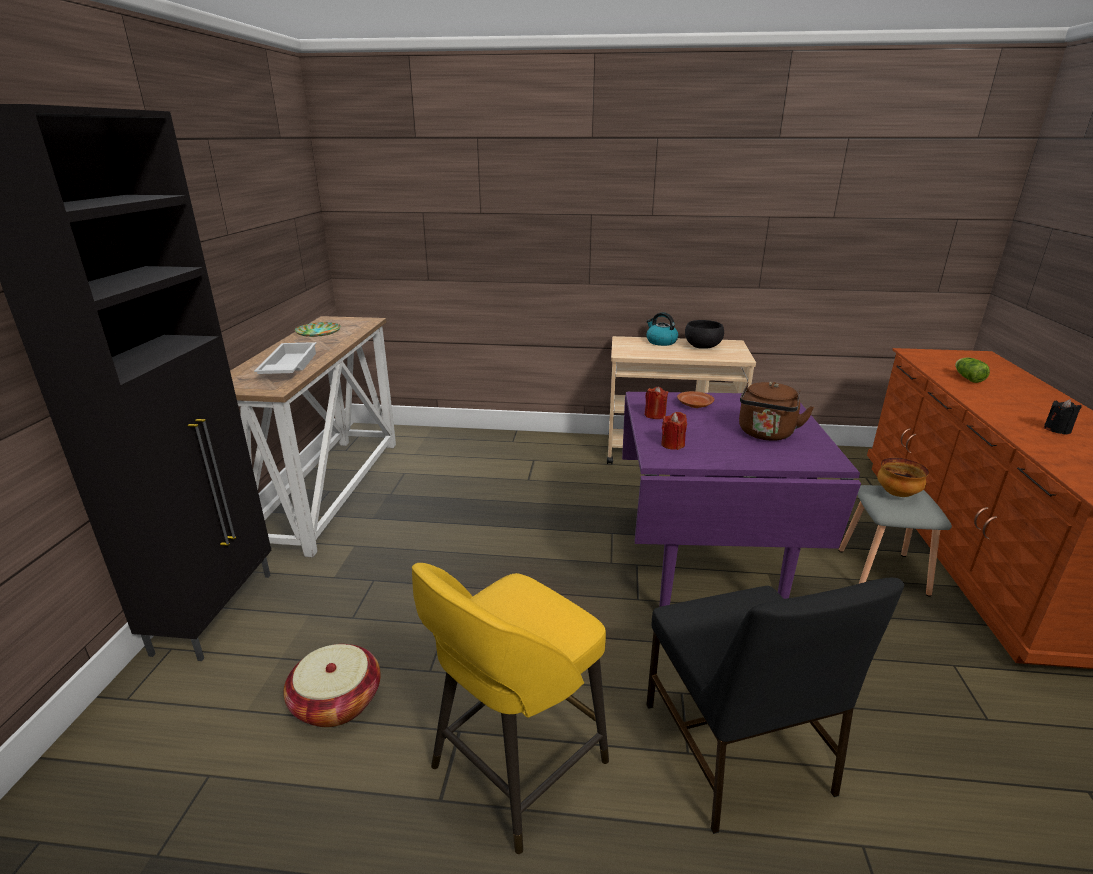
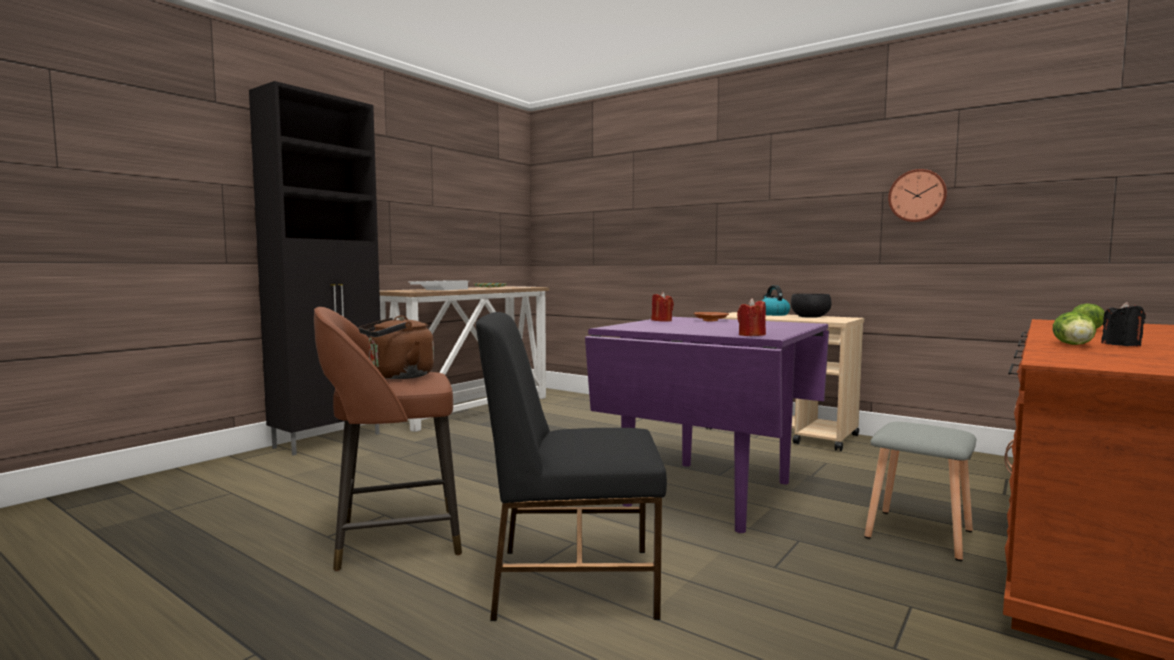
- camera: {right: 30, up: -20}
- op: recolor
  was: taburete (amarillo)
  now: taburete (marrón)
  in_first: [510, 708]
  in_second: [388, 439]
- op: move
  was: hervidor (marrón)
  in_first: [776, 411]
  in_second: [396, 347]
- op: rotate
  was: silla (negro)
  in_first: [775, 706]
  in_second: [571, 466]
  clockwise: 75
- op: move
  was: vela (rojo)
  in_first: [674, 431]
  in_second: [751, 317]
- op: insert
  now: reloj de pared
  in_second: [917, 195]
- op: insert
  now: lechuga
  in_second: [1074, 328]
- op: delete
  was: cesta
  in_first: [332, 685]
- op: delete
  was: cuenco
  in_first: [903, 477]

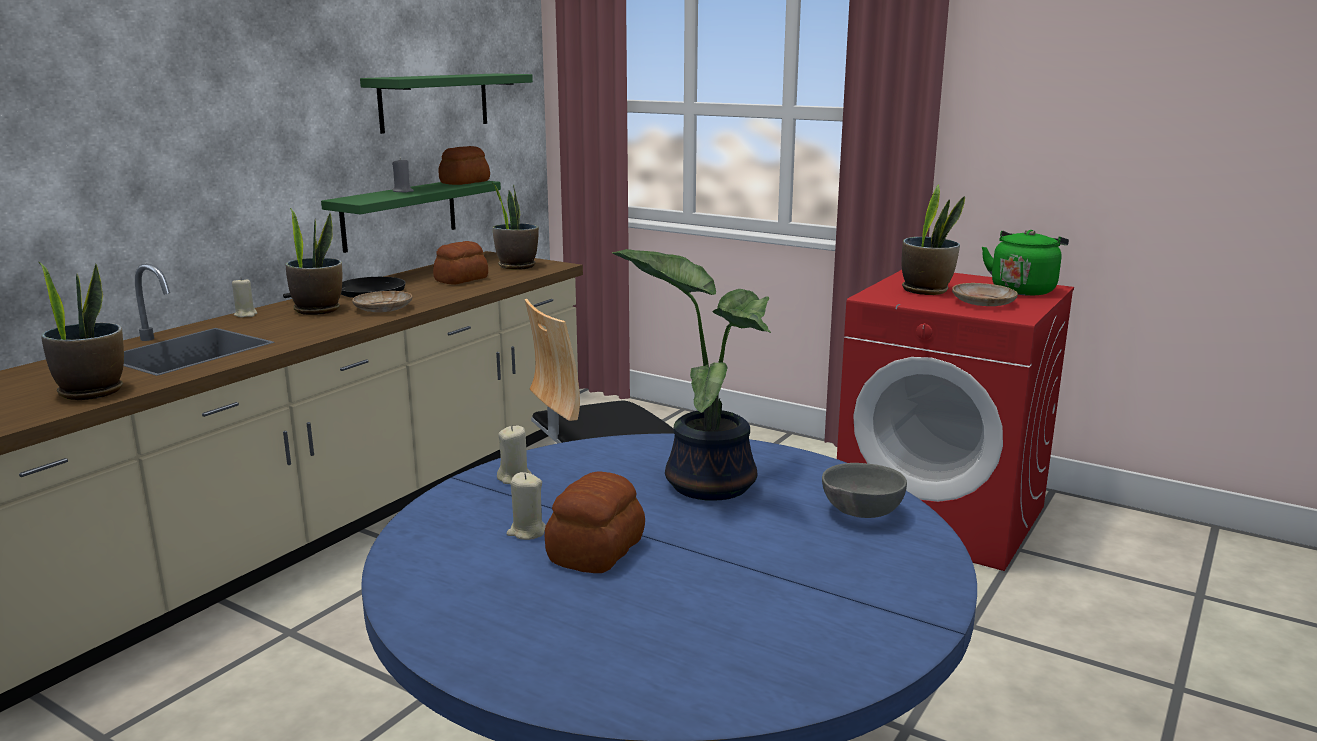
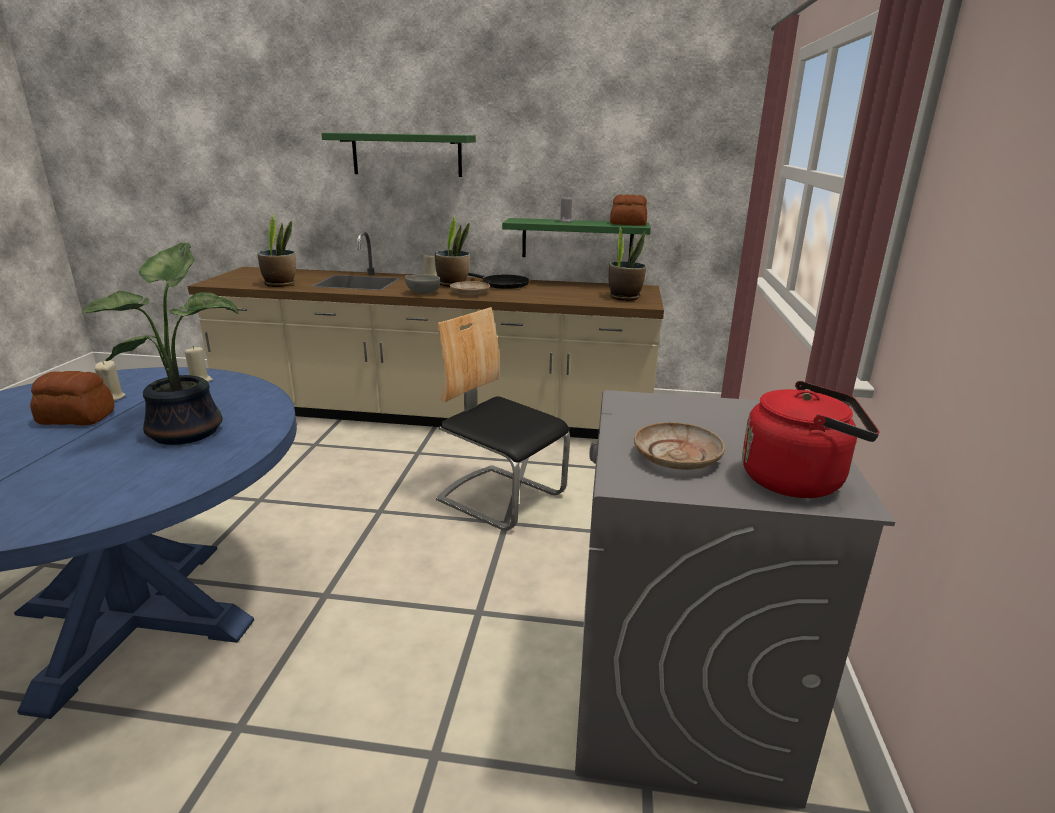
- camera: {right: 65, up: 5}
- op: move
  was: estante (verde)
  in_first: [446, 103]
  in_second: [398, 155]
- op: move
  was: cuenco (gris)
  in_first: [864, 490]
  in_second: [422, 284]
- op: recolor
  was: lavadora (rojo)
  now: lavadora (gris)
  in_first: [955, 420]
  in_second: [735, 599]
- op: recolor
  was: hervidor (verde)
  now: hervidor (rojo)
  in_first: [1025, 263]
  in_second: [810, 439]
- op: delete
  was: pan
  in_first: [460, 263]
- op: delete
  was: planta en maceta
  in_first: [933, 239]

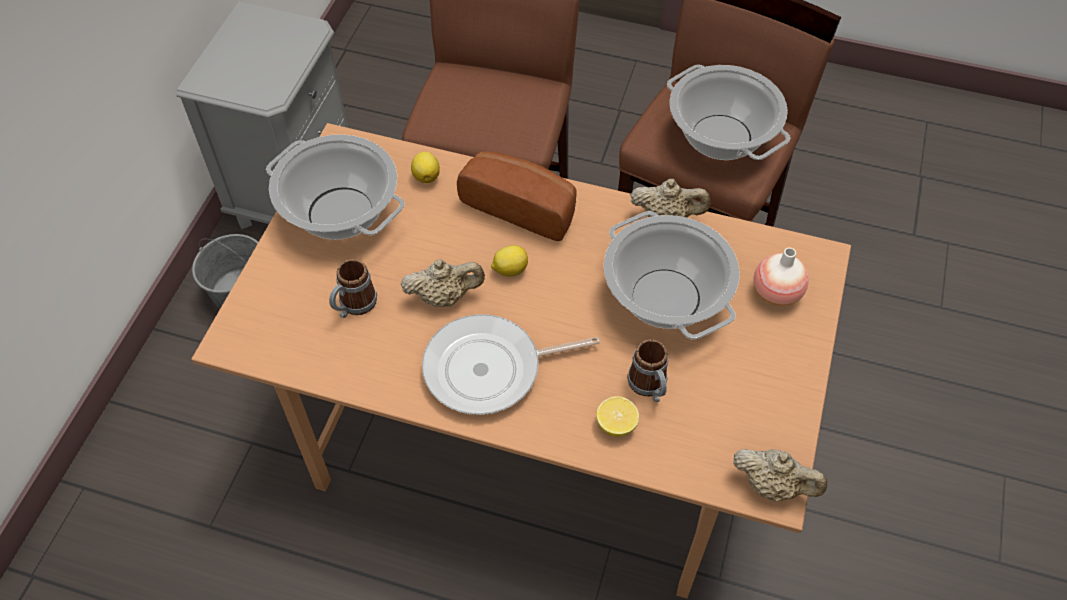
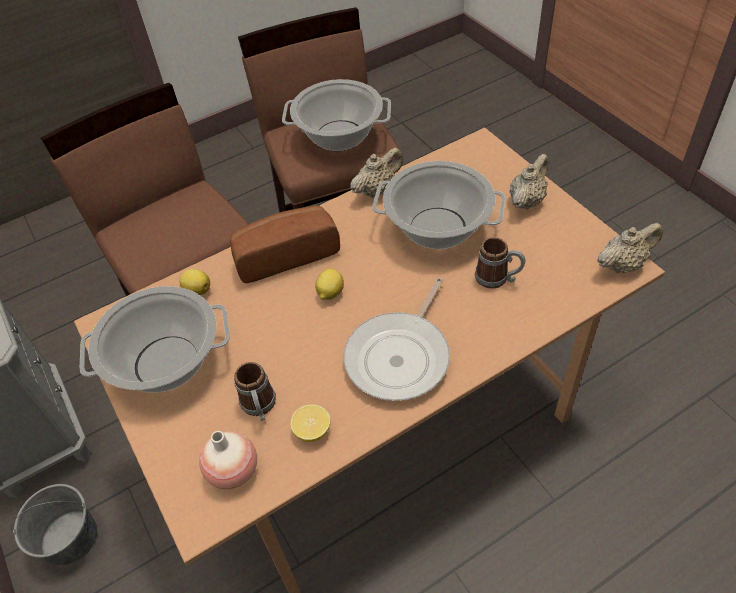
- camera: {right: -45, up: -5}
- op: move
  was: florero
  in_first: [781, 277]
  in_second: [228, 460]
- op: move
  was: limón
  in_first: [618, 416]
  in_second: [310, 423]
- op: move
  was: tetera (beis)
  in_first: [442, 283]
  in_second: [529, 181]

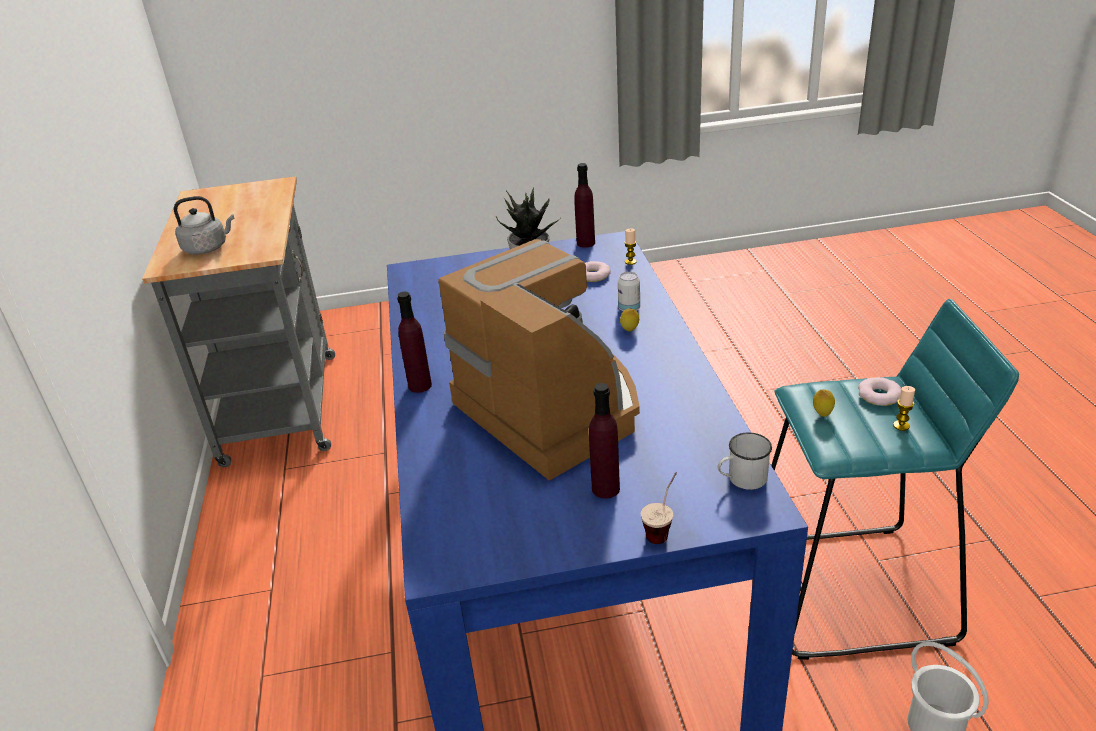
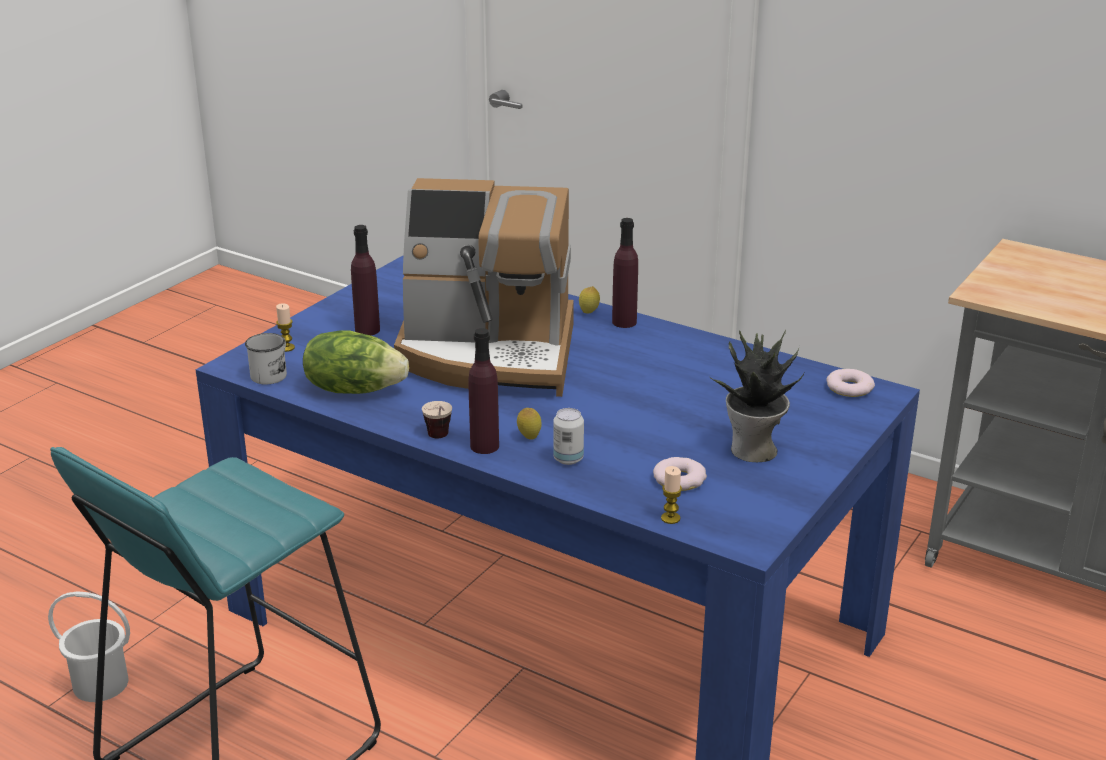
- camera: {right: 130, up: -5}
- op: move
  was: vela
  in_first: [904, 408]
  in_second: [285, 327]
- op: insert
  now: lechuga
  in_second: [356, 362]
- op: move
  was: taza
  in_first: [659, 508]
  in_second: [437, 419]
- op: move
  was: botella (morado)
  in_first: [584, 205]
  in_second: [484, 391]
- op: move
  was: limón
  in_first: [824, 403]
  in_second: [589, 300]
- op: move
  was: rosquilla
  in_first: [879, 391]
  in_second: [850, 383]
- op: delete
  was: hervidor (gris)
  in_first: [204, 225]

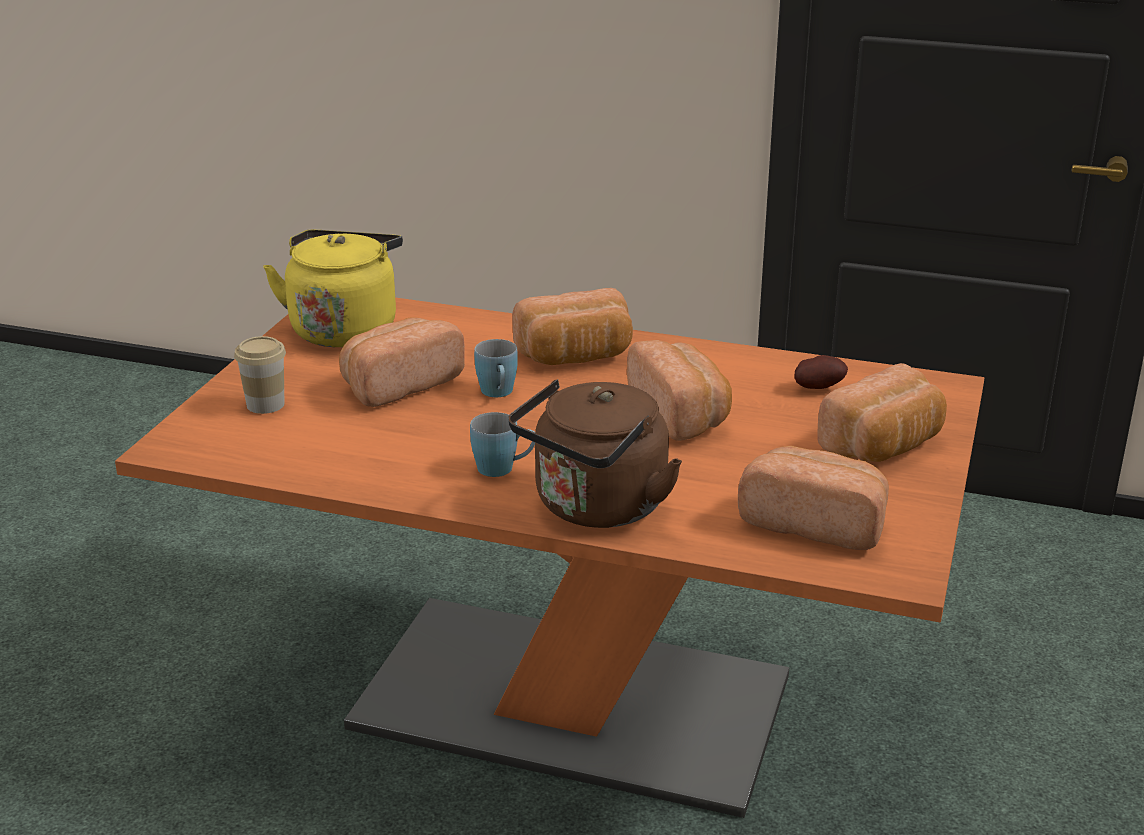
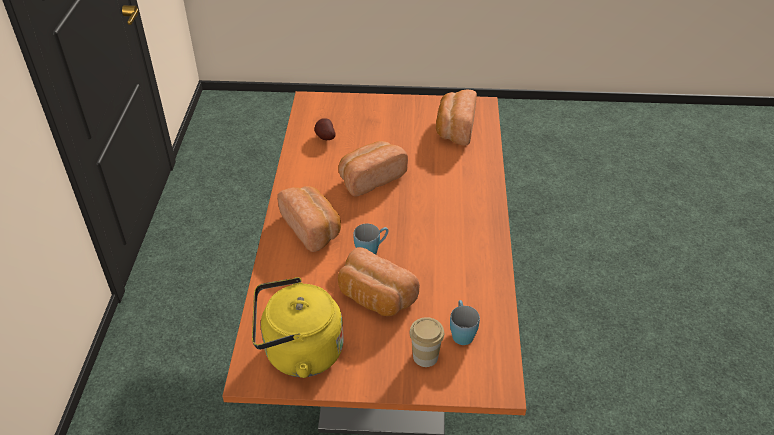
- camera: {right: -105, up: 15}
- op: move
  was: taza grande (azul)
  in_first: [502, 444]
  in_second: [465, 322]
- op: delete
  was: hervidor (marrón)
  in_first: [595, 453]
- op: delete
  was: pan
  in_first: [882, 412]

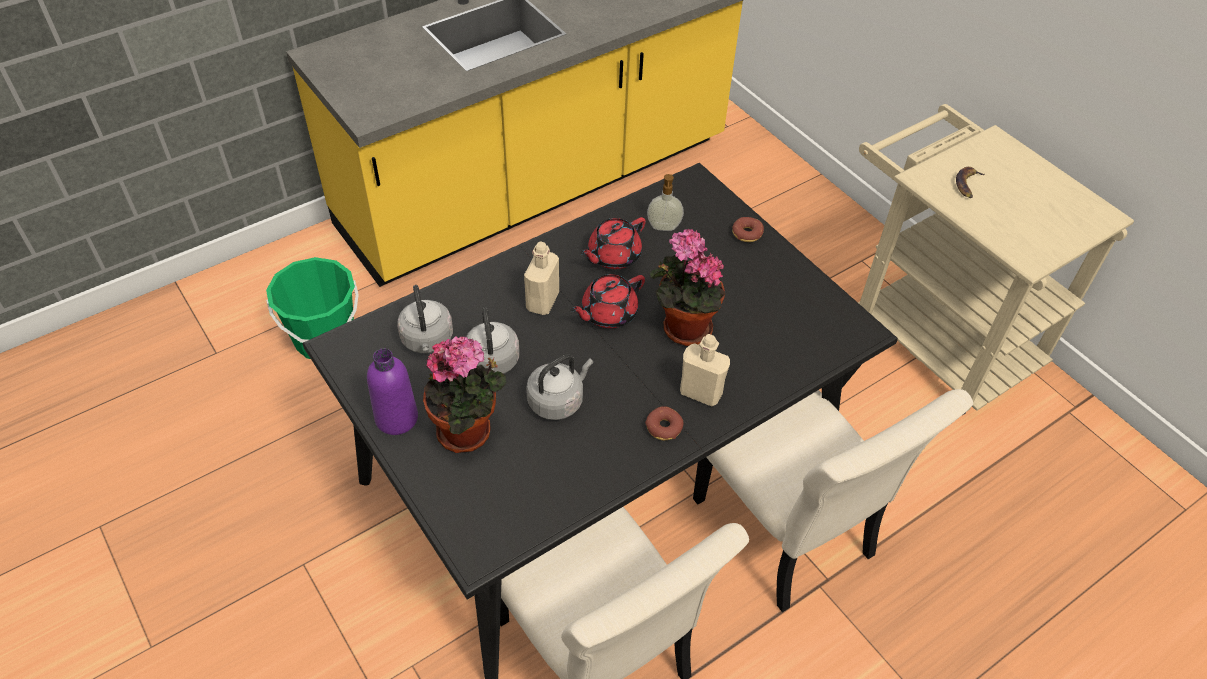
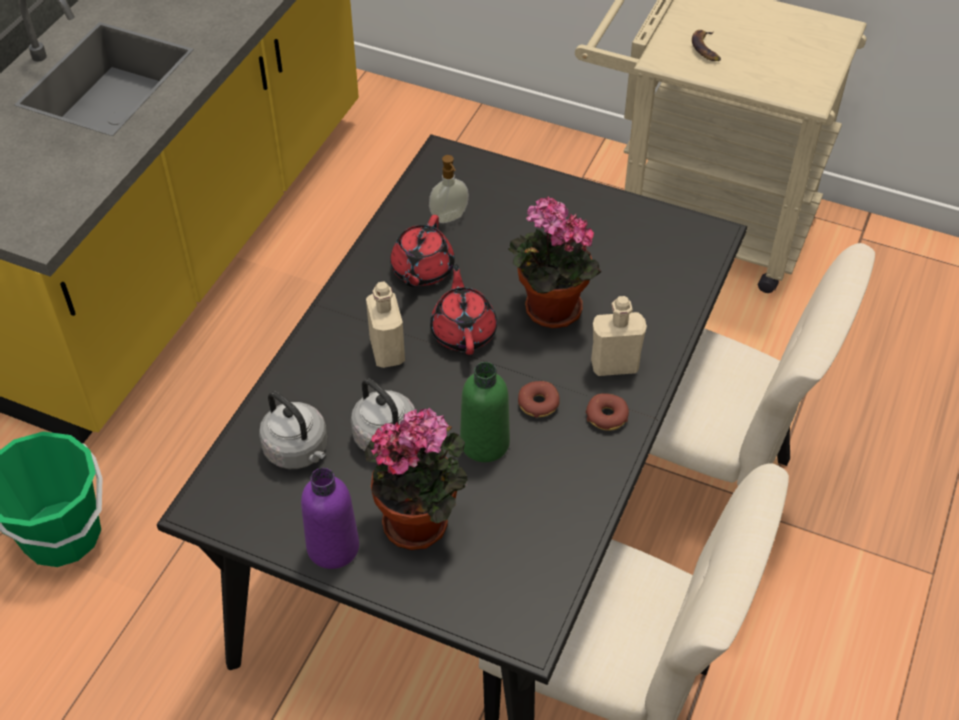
- camera: {right: -30, up: 0}
- op: rotate
  was: tetera (rojo)
  in_first: [607, 301]
  in_second: [463, 309]
  clockwise: 150
- op: replace
  was: hervidor (gris)
  now: botella (verde)
  in_first: [559, 387]
  in_second: [485, 412]
- op: move
  was: rosquilla
  in_first: [748, 229]
  in_second: [538, 399]

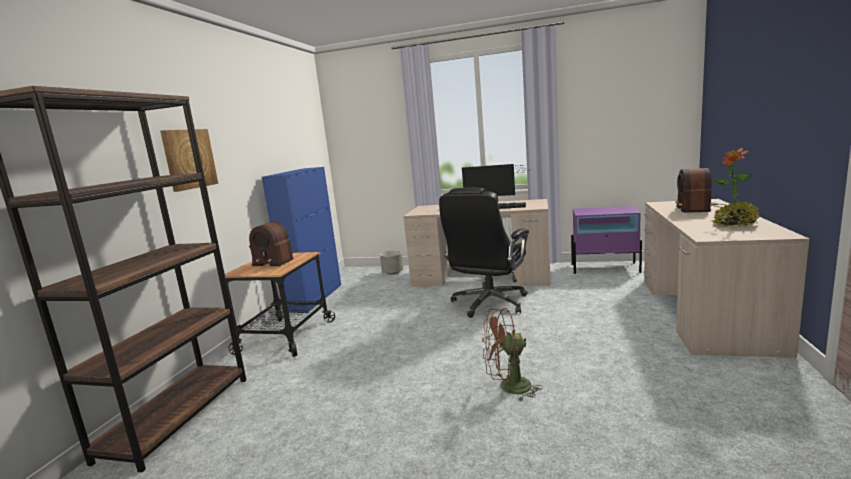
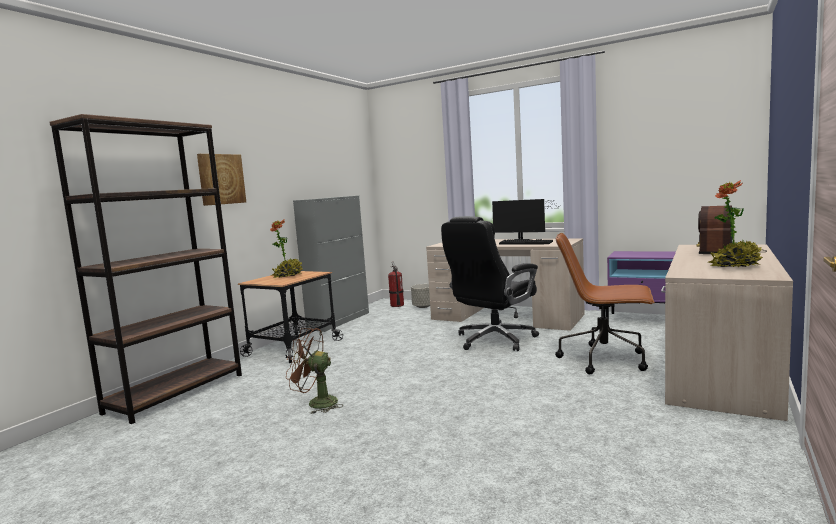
- camera: {right: 15, up: -5}
- op: replace
  was: radio
  now: planta en maceta
  in_first: [271, 243]
  in_second: [286, 249]
- op: move
  was: ventilador (marrón)
  in_first: [512, 355]
  in_second: [315, 371]
- op: recolor
  was: armario (azul)
  now: armario (gris)
  in_first: [301, 240]
  in_second: [331, 264]
- op: insert
  now: extintor
  in_second: [396, 284]
- op: insert
  now: silla de oficina (marrón)
  in_second: [605, 303]

